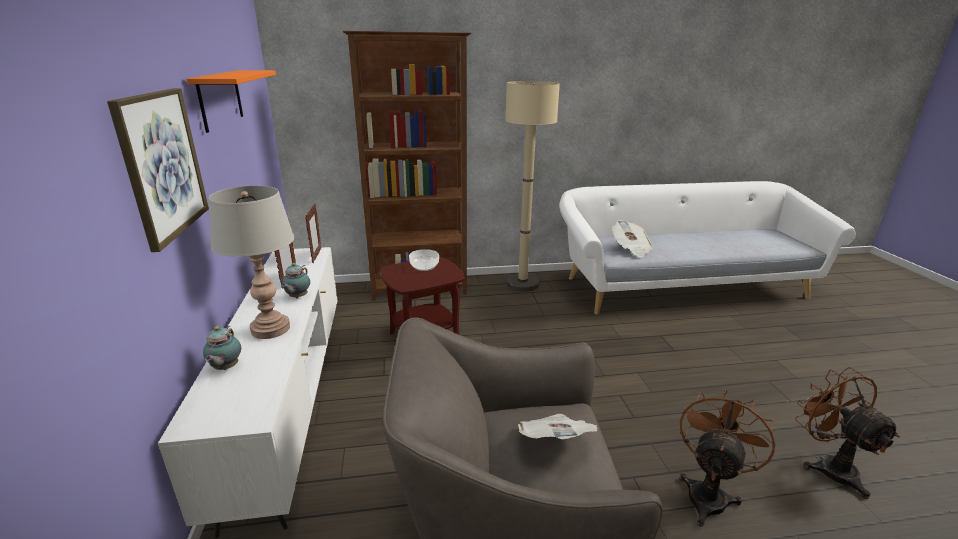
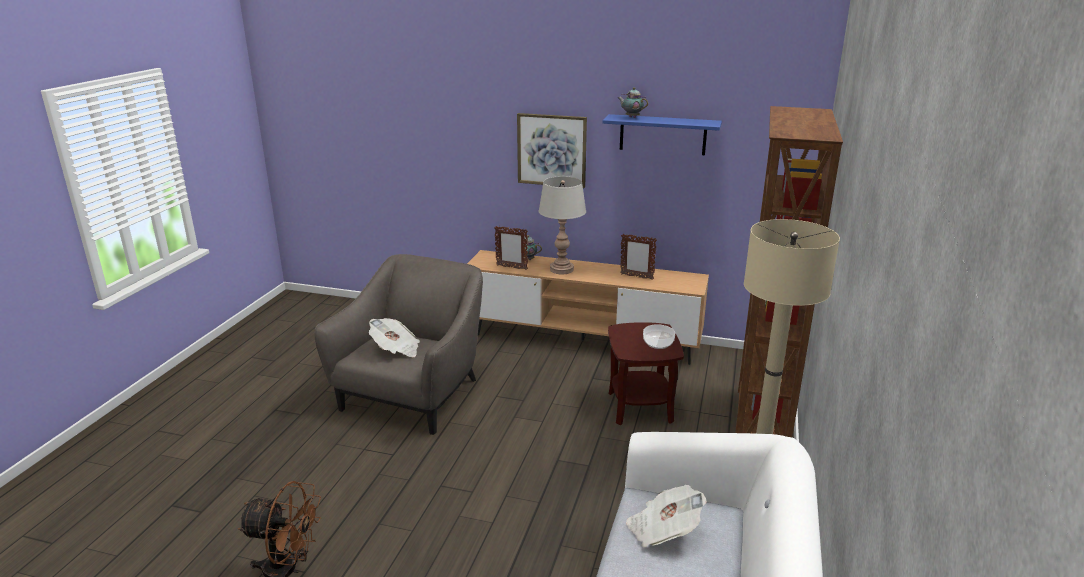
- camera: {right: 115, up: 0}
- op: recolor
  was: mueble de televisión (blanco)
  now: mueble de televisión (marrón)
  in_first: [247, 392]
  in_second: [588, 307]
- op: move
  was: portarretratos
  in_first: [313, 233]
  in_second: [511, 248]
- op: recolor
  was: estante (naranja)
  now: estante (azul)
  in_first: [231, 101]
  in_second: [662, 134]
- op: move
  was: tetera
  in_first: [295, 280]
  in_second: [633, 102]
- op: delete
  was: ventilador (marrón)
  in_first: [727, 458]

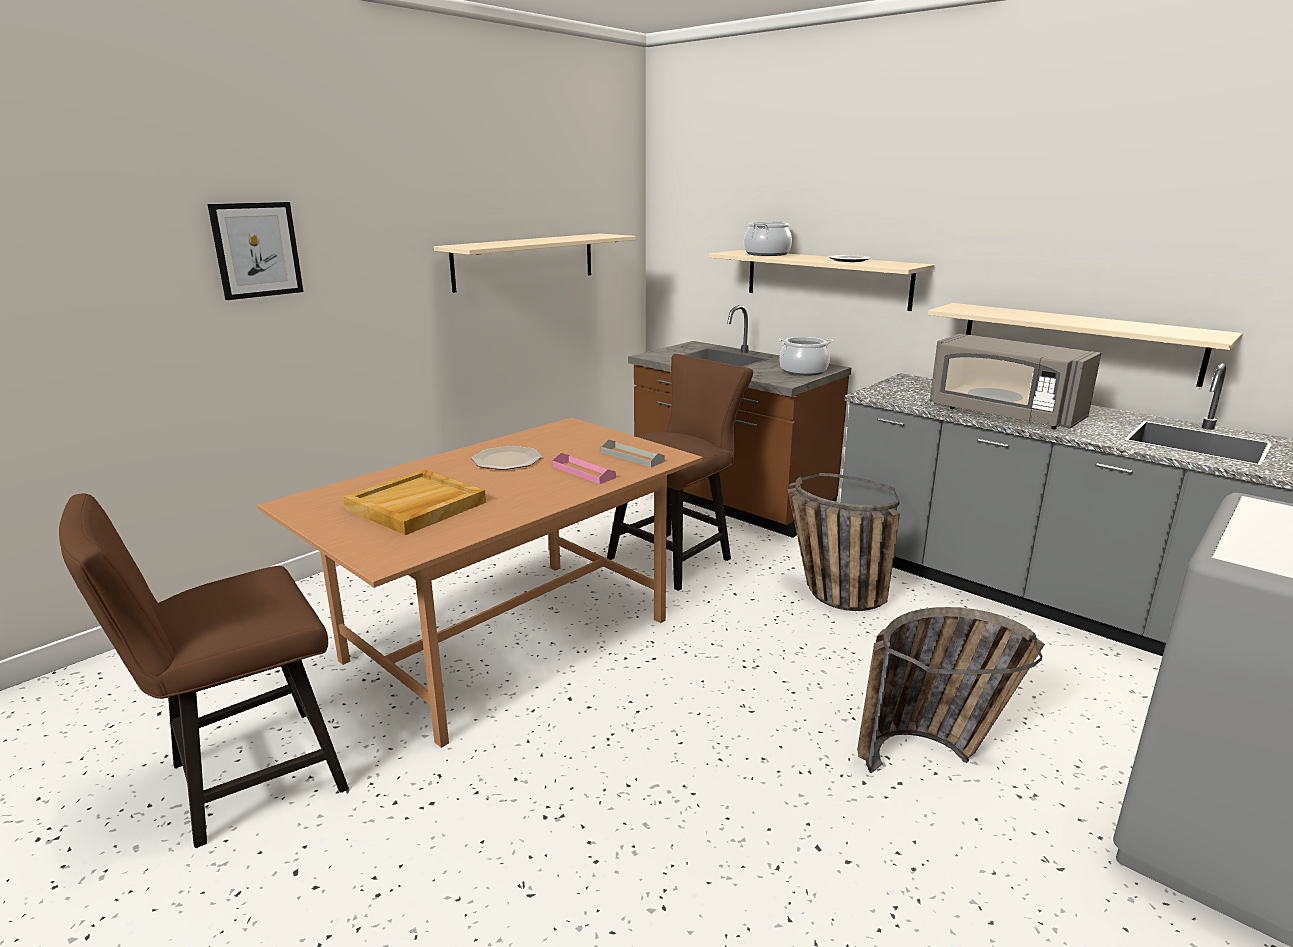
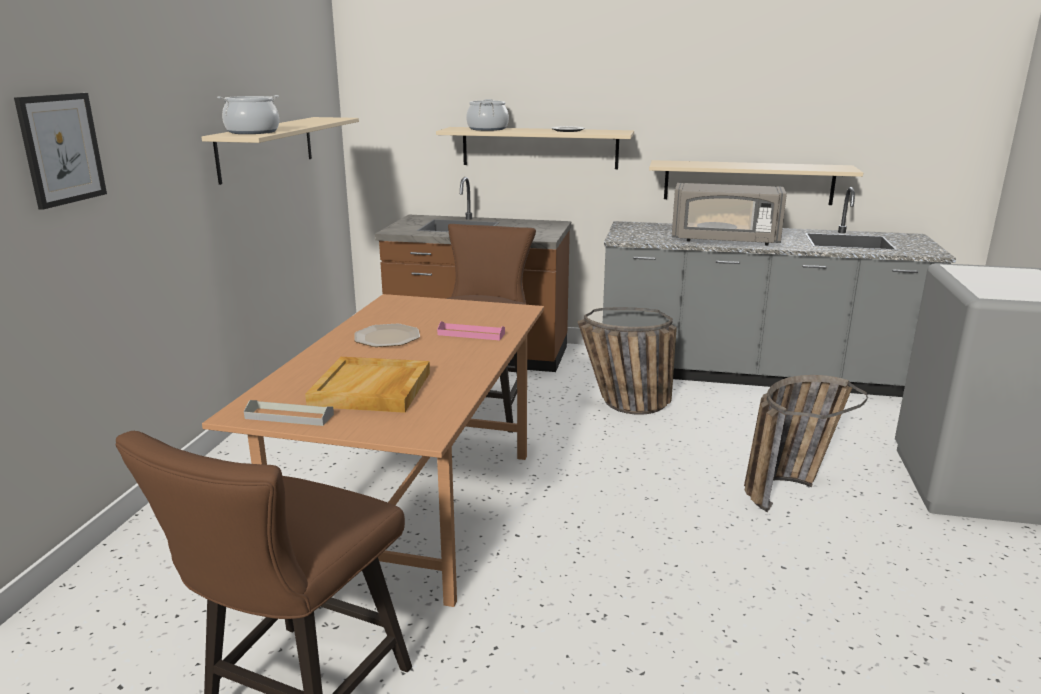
- camera: {right: -30, up: 0}
- op: move
  was: olla
  in_first: [805, 356]
  in_second: [248, 114]
- op: move
  was: bandeja (gris)
  in_first: [633, 453]
  in_second: [289, 413]

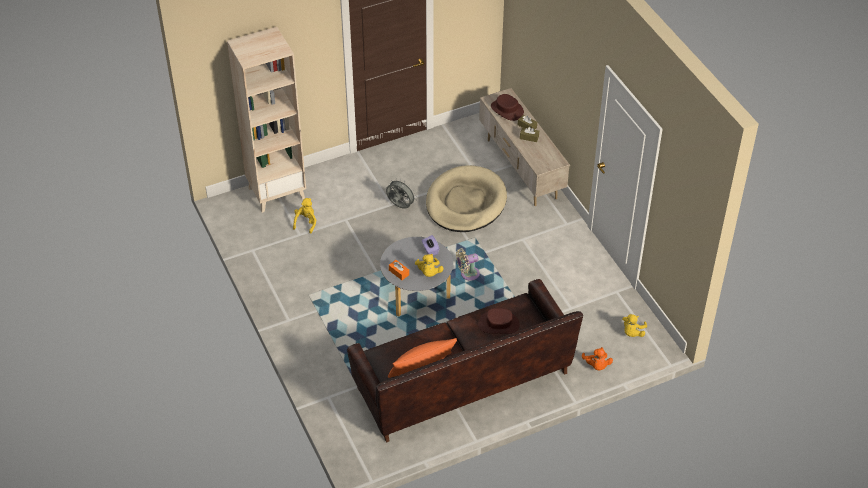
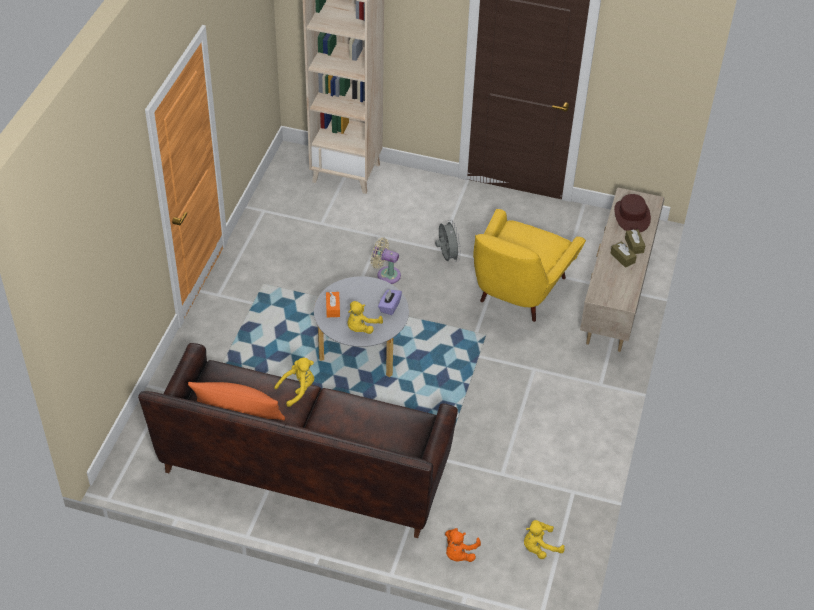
- camera: {right: 40, up: 0}
- op: move
  was: peluche (amarillo)
  in_first: [304, 216]
  in_second: [294, 382]
- op: move
  was: ventilador (beis)
  in_first: [468, 265]
  in_second: [386, 261]
- op: replace
  was: cama para perro (beis)
  now: sillón (amarillo)
  in_first: [466, 198]
  in_second: [529, 265]
- op: delete
  was: sombrero (marrón)
  in_first: [499, 321]

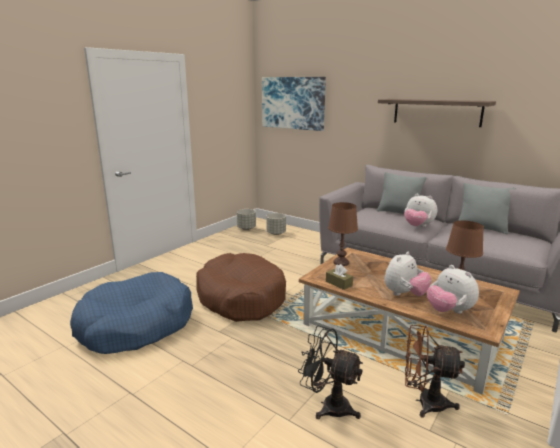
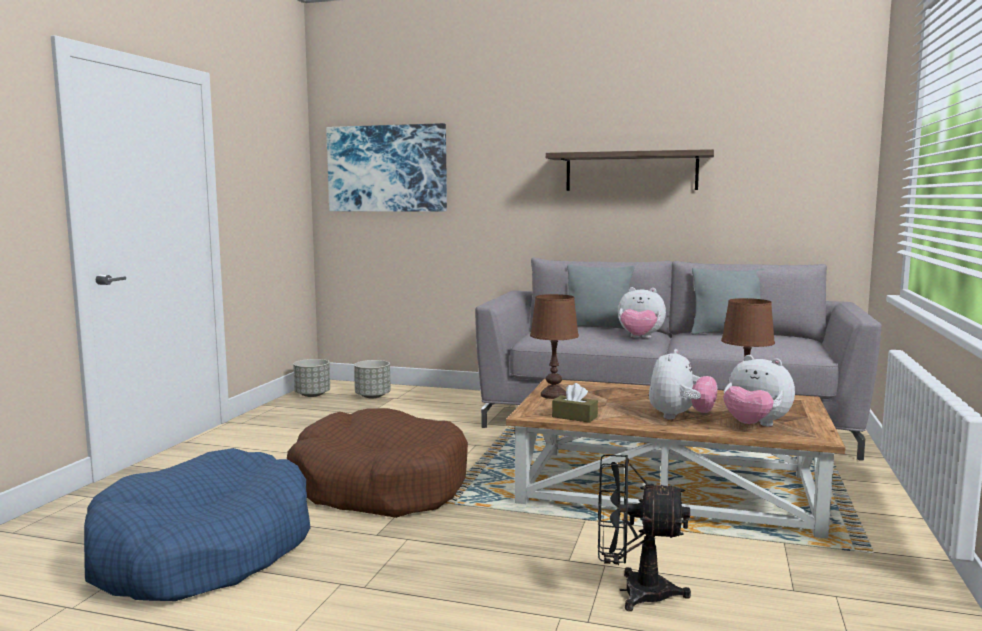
- camera: {right: -20, up: -10}
- op: delete
  was: ventilador (marrón)
  in_first: [435, 371]

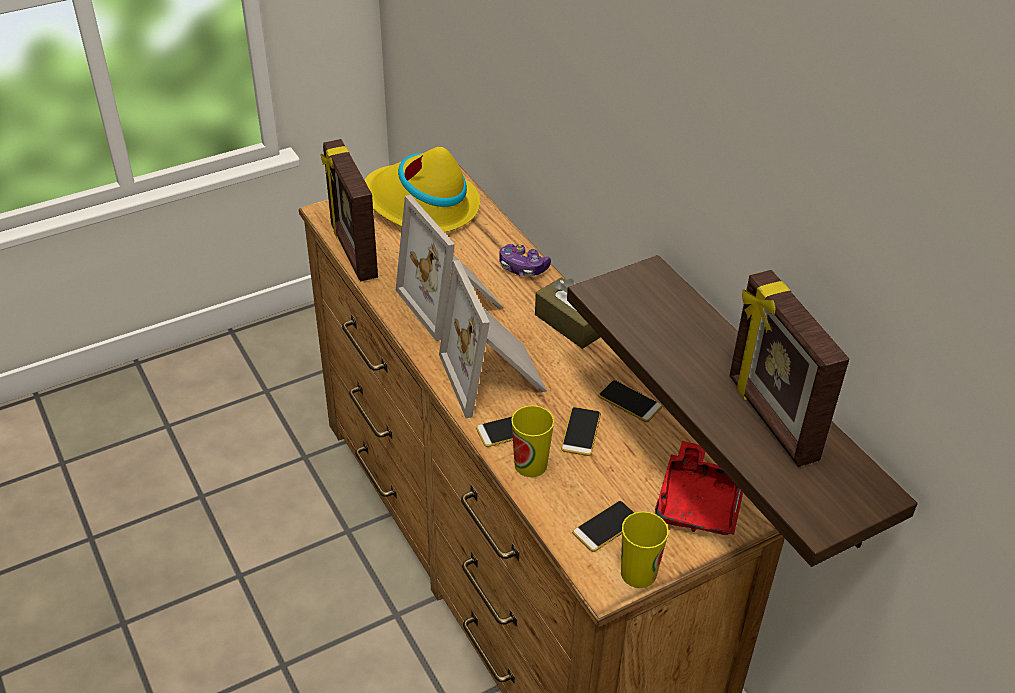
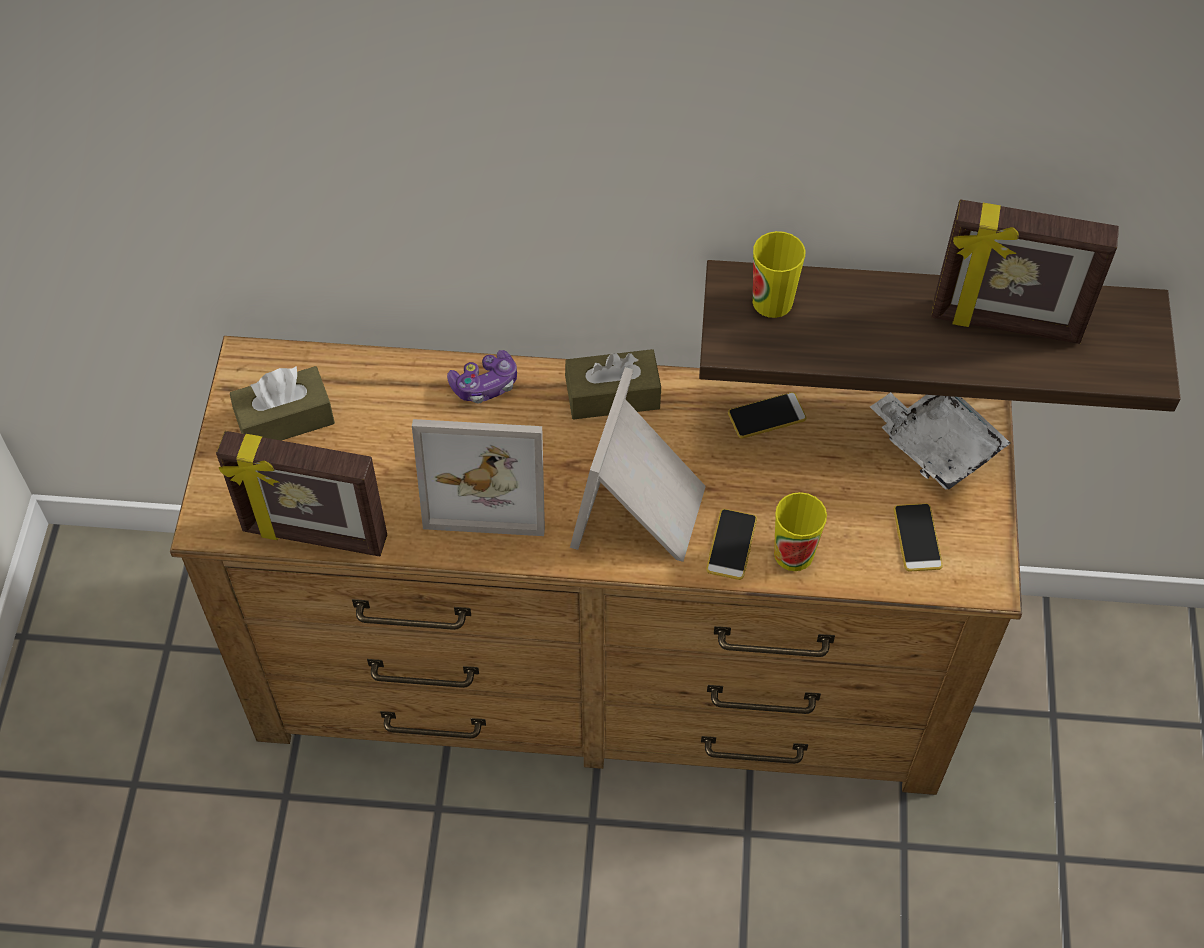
- camera: {right: -55, up: 15}
- op: replace
  was: sombrero (amarillo)
  now: caja de pañuelos (marrón)
  in_first: [422, 190]
  in_second: [282, 403]
- op: rotate
  was: portarretratos
  in_first: [493, 339]
  in_second: [638, 464]
  clockwise: 90
- op: move
  was: taza
  in_first: [645, 549]
  in_second: [779, 274]
- op: recolor
  was: bandeja (rojo)
  now: bandeja (blanco)
  in_first: [699, 488]
  in_second: [940, 441]
- op: delete
  was: móvil
  in_first: [581, 431]

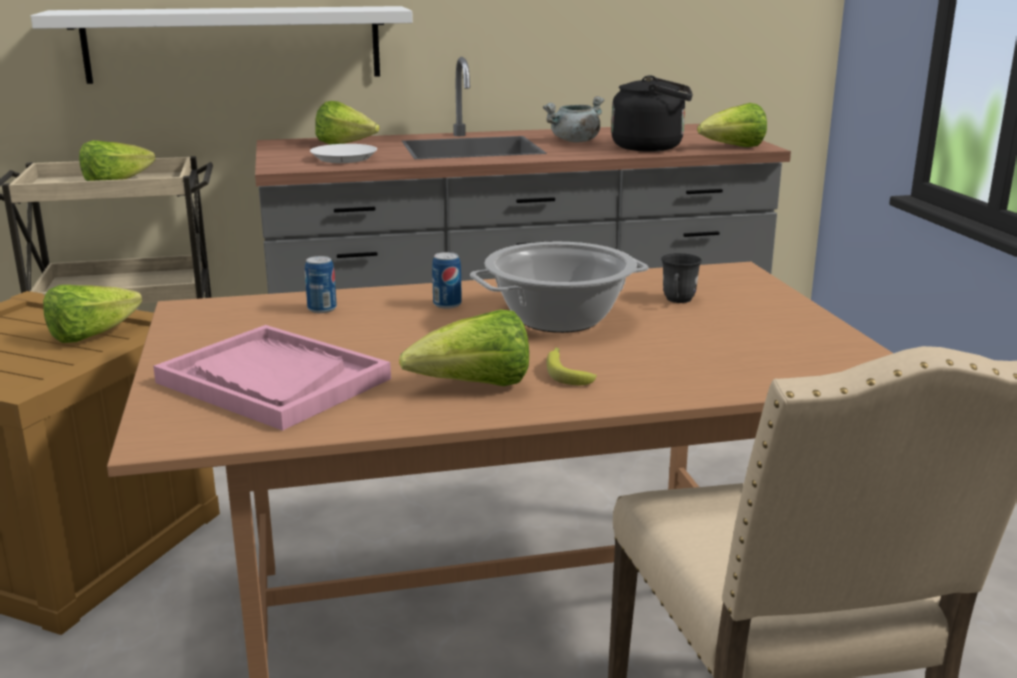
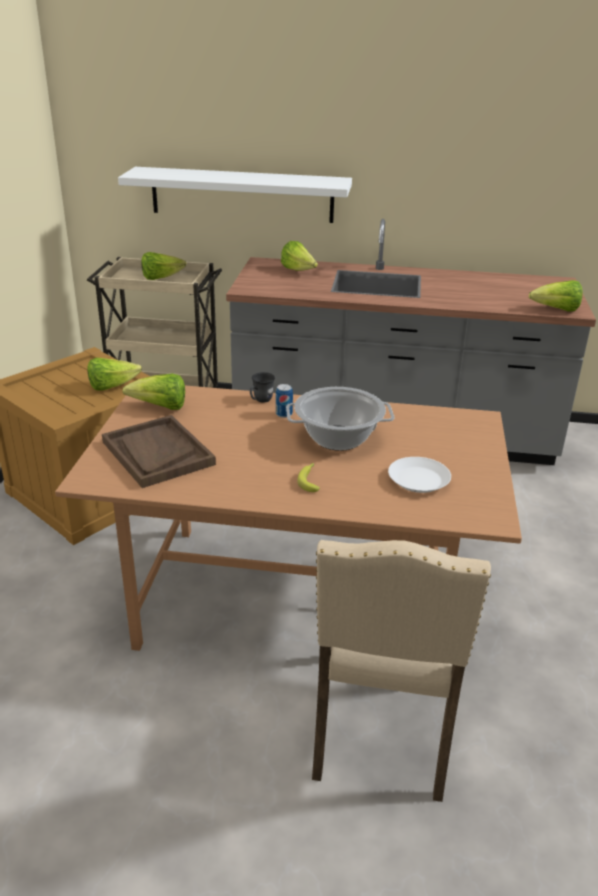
- camera: {right: 20, up: 10}
- op: recolor
  was: bandeja (rosa)
  now: bandeja (marrón)
  in_first: [272, 378]
  in_second: [159, 451]
- op: move
  was: lechuga
  in_first: [464, 348]
  in_second: [153, 392]
- op: move
  was: taza grande (gris)
  in_first: [681, 278]
  in_second: [262, 387]
- op: move
  was: plato (blanco)
  in_first: [343, 153]
  in_second: [419, 475]
- op: delete
  was: lata
  in_first: [321, 284]
- op: delete
  was: olla (gris)
  in_first: [573, 119]
- op: delete
  was: hervidor (negro)
  in_first: [652, 113]

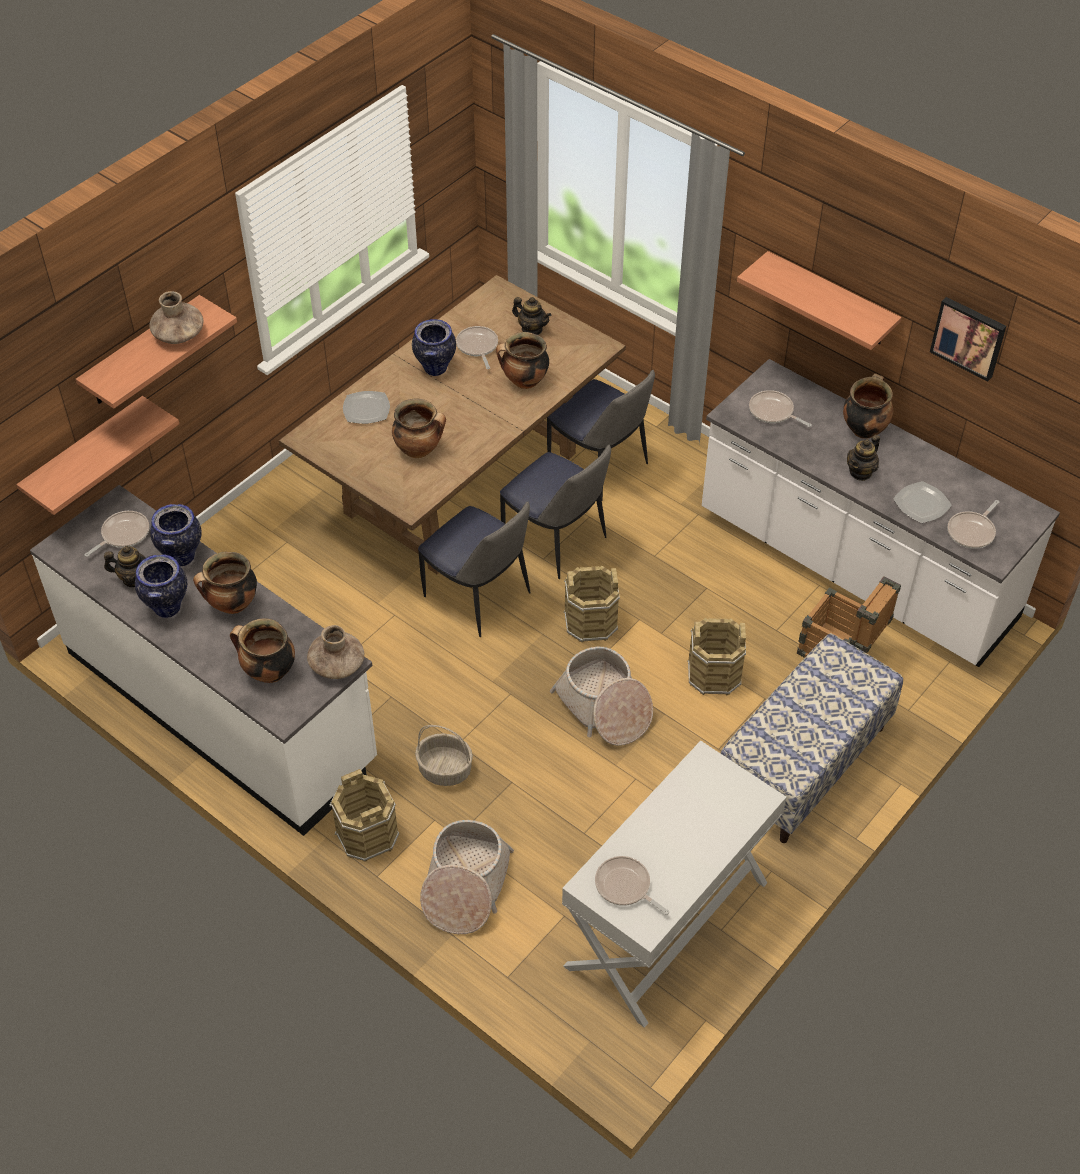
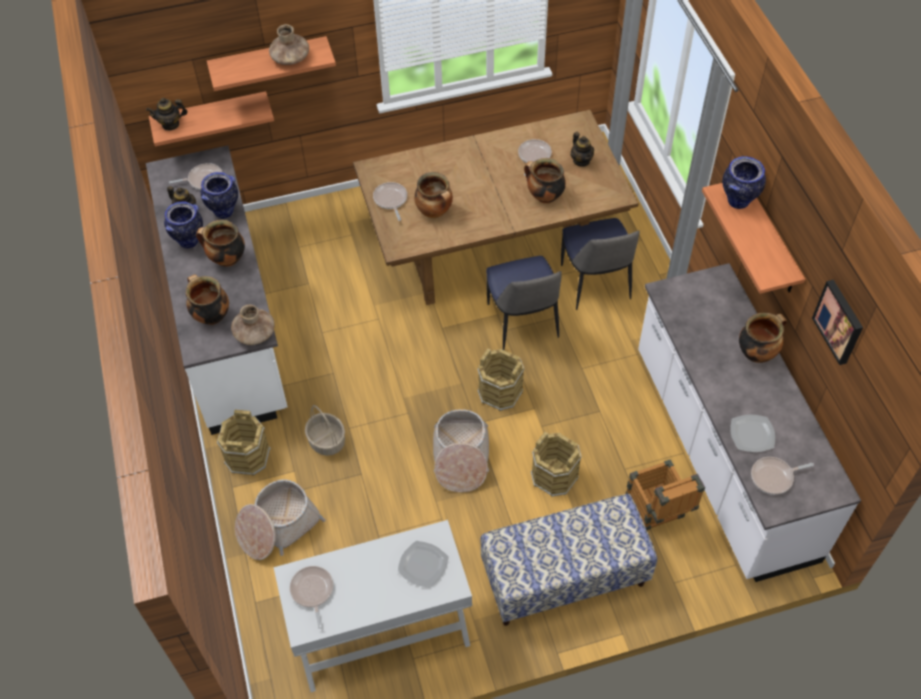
- camera: {right: 35, up: 5}
- op: move
  was: tetera
  in_first: [863, 458]
  in_second: [167, 114]
- op: move
  was: sartén
  in_first: [780, 408]
  in_second: [390, 201]
- op: move
  was: plato
  in_first: [366, 407]
  in_second: [423, 564]
- op: move
  was: florero
  in_first: [434, 347]
  in_second: [744, 182]
- op: delete
  was: silla
  in_first: [474, 569]

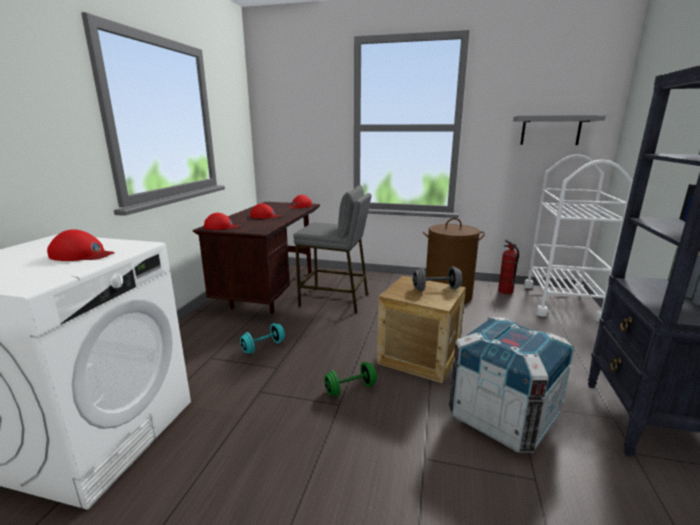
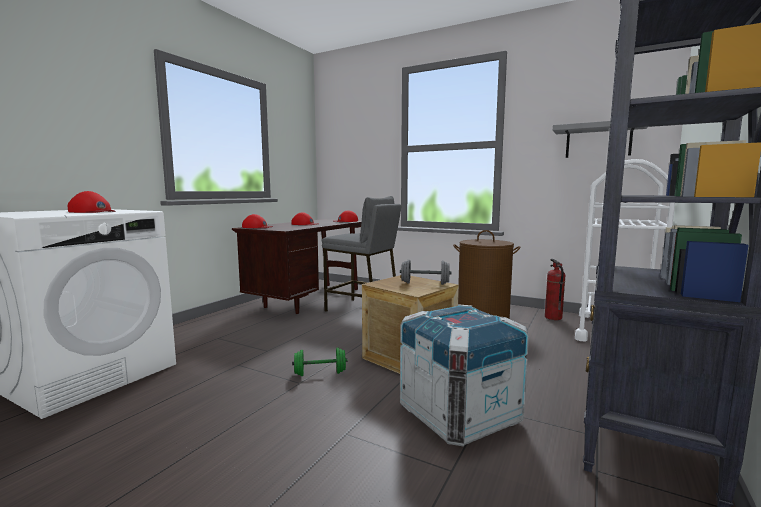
- camera: {right: 15, up: -10}
- op: delete
  was: mancuerna (turquesa)
  in_first: [262, 338]

